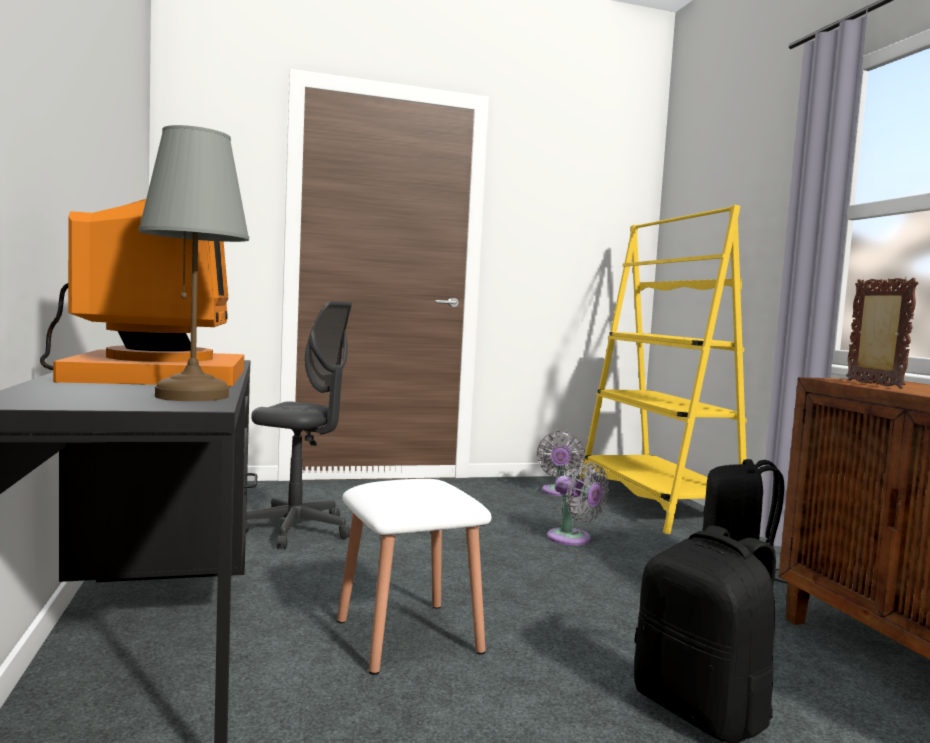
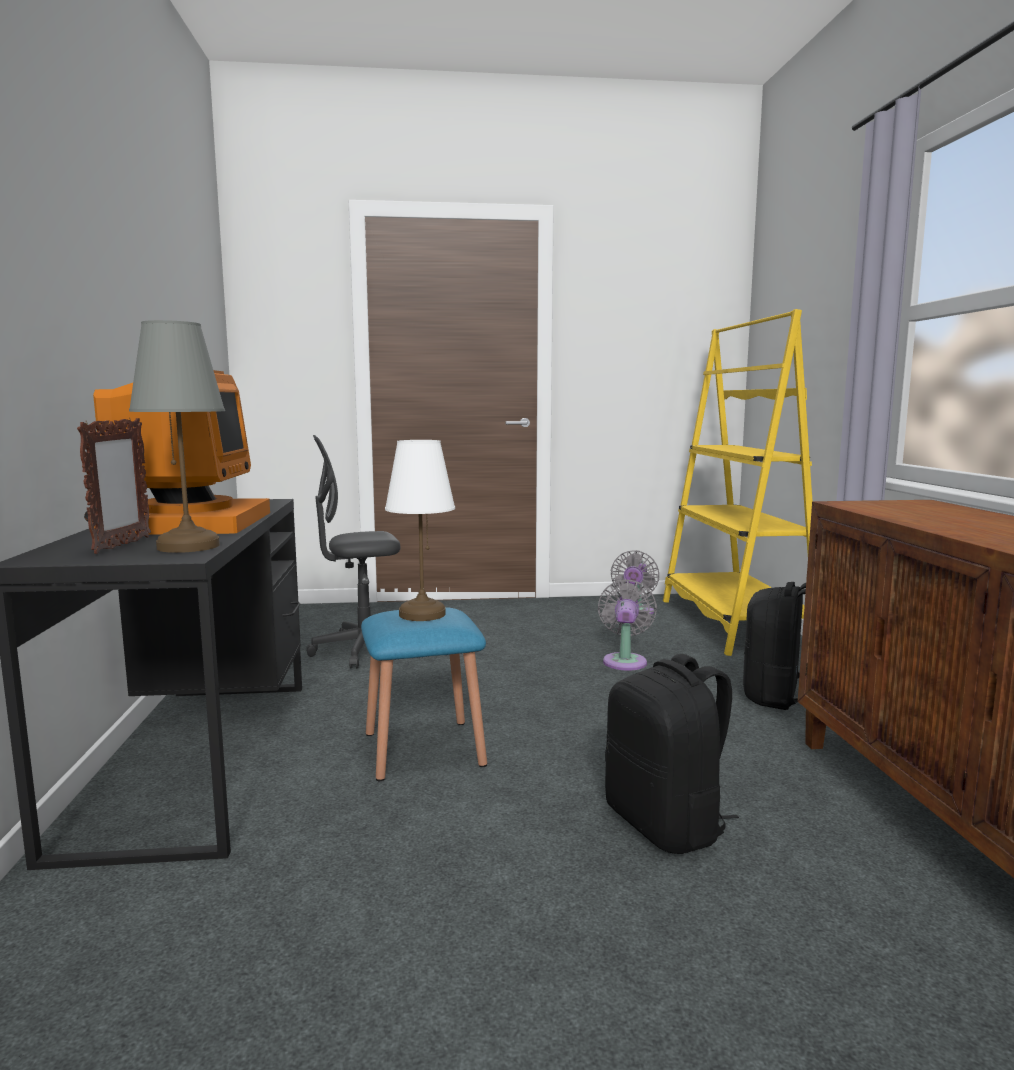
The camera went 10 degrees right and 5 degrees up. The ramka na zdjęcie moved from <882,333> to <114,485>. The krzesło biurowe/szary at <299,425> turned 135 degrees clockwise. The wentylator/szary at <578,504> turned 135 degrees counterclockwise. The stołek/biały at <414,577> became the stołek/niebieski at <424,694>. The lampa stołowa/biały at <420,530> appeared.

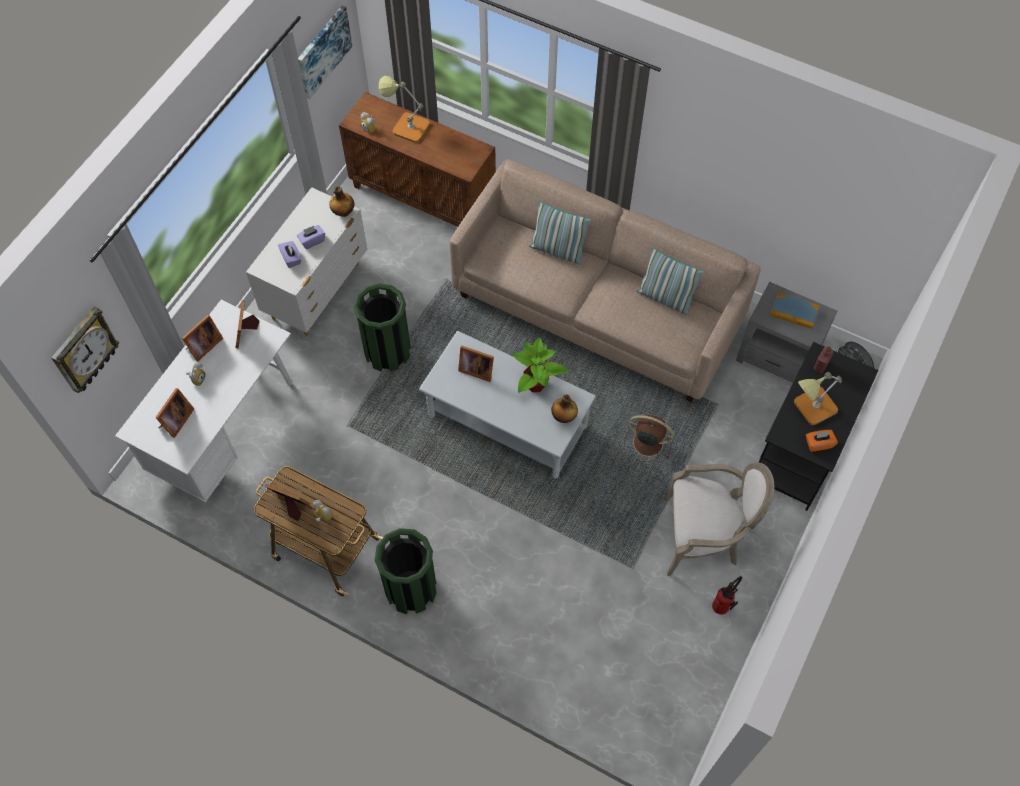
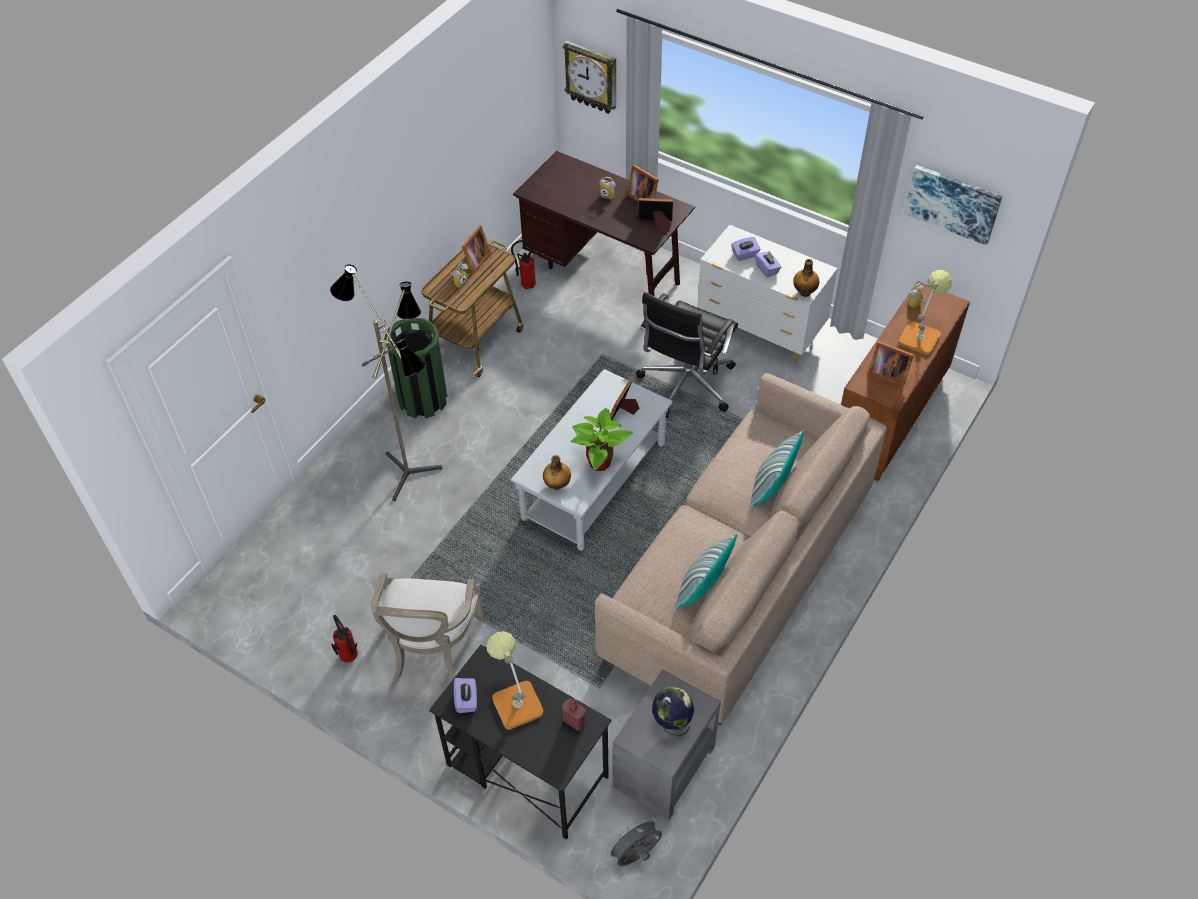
The camera went 95 degrees right and 10 degrees down. The kosz na śmieci/zielony at <382,327> was replaced by the krzesło biurowe/czarny at <687,355>. The książka at <795,310> was replaced by the globus at <673,711>. The biurko/biały at <203,401> became the biurko/brązowy at <604,223>. The ramka na zdjęcie moved from <174,413> to <891,364>. The wentylator/brązowy at <649,438> disappeared. The pudełko chusteczek/pomarańczowy at <822,441> became the pudełko chusteczek/fioletowy at <465,695>. The gaśnica at <523,264> appeared. The lampa stojąca at <386,383> appeared.

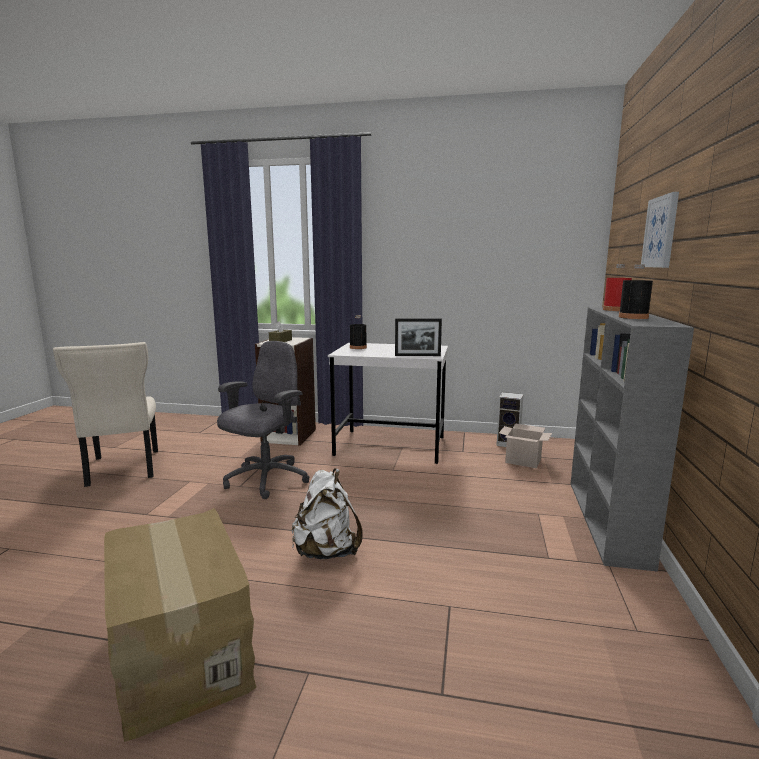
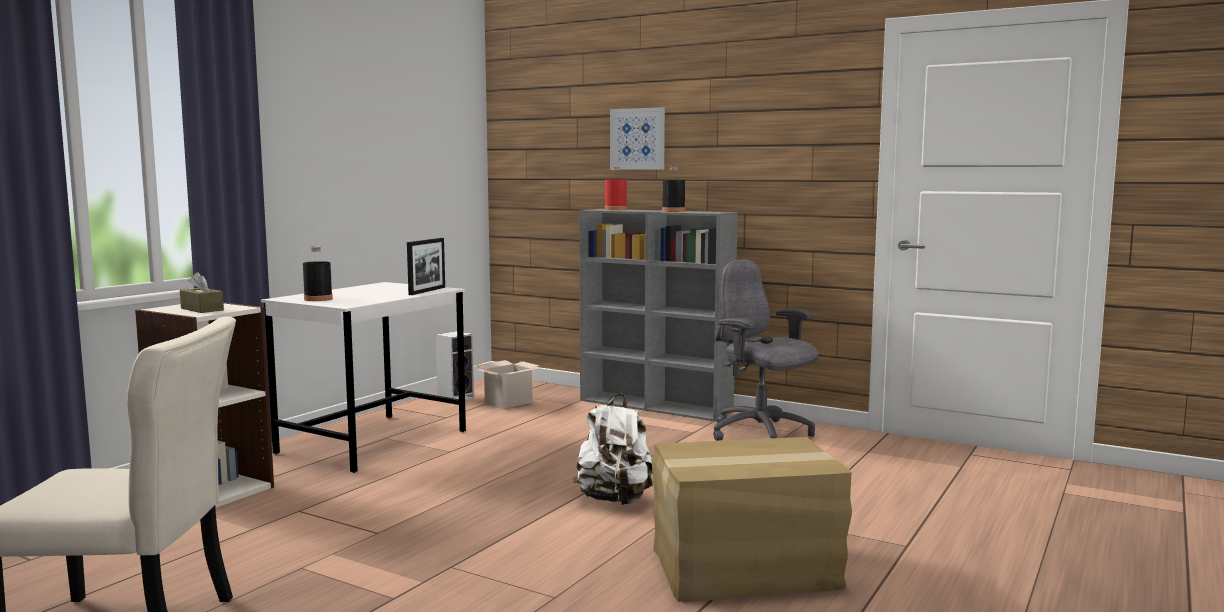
The camera went 70 degrees left and 5 degrees down. The krzesło biurowe/szary moved from <263,420> to <765,350>.

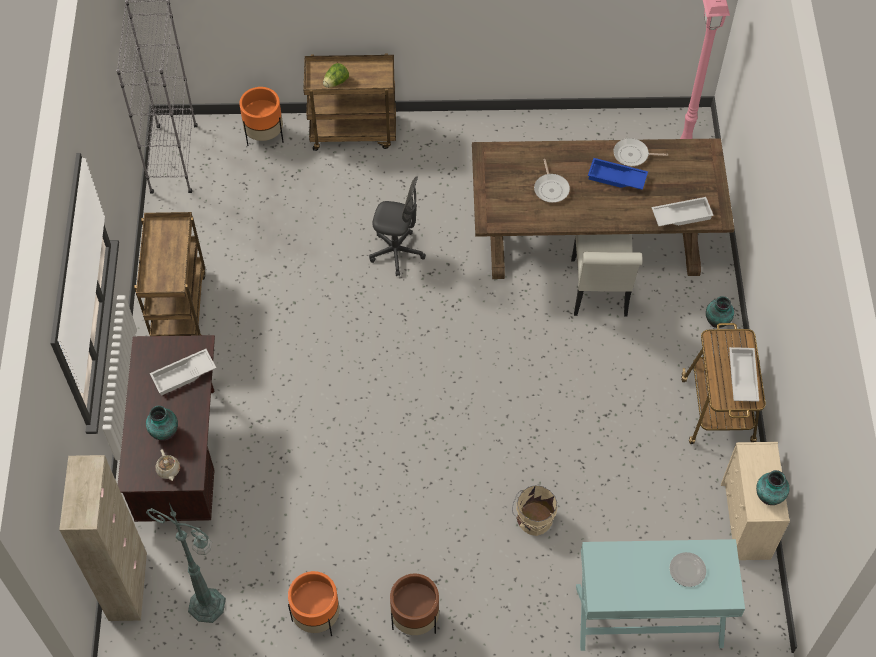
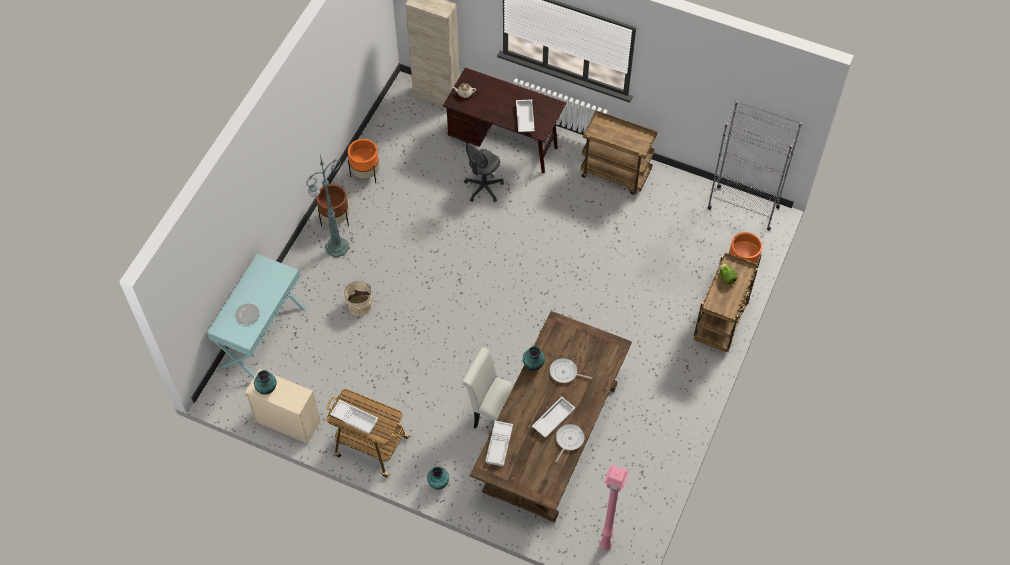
The camera went 115 degrees right and 0 degrees up. The taca/niebieski at <618,174> became the taca/biały at <553,417>. The krzesło biurowe/szary moved from <397,226> to <484,172>. The wazon moved from <162,423> to <534,358>. The lampa stojąca/zielony moved from <186,563> to <328,206>.

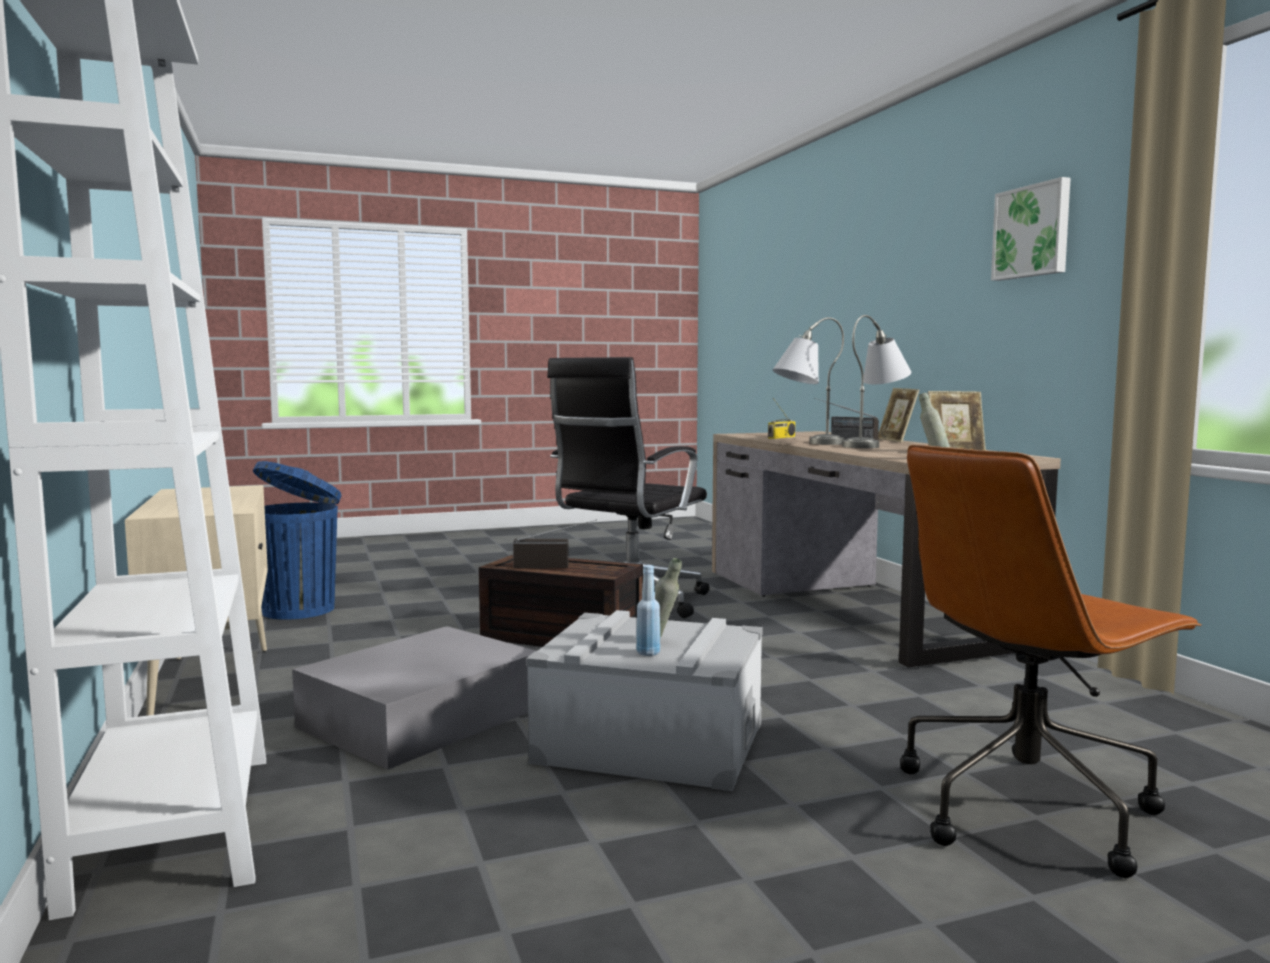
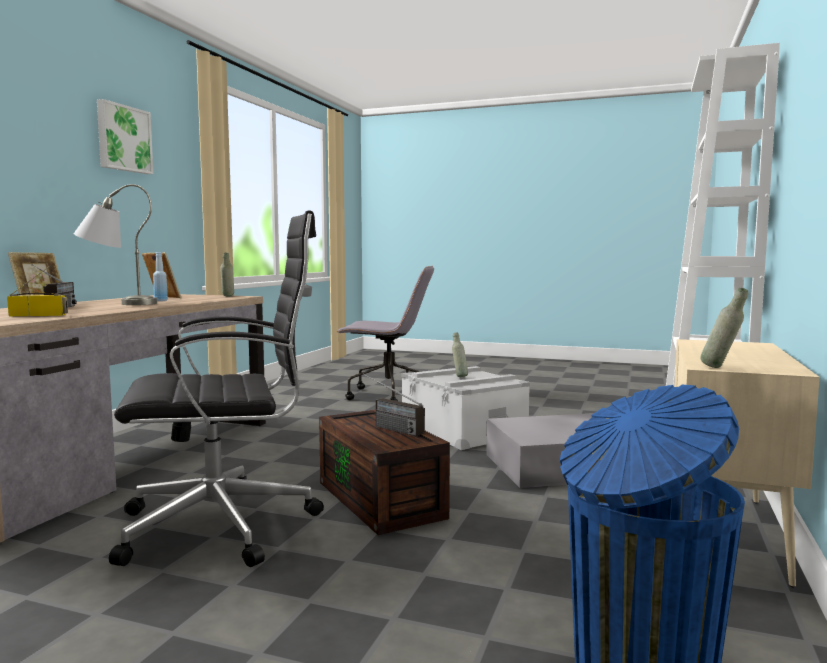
The camera went 140 degrees left and 0 degrees up. The lampa stołowa/szary at <809,381> disappeared. The krzesło biurowe/brązowy at <1051,661> became the krzesło biurowe/szary at <385,333>. The butelka/niebieski moved from <648,610> to <160,276>. The butelka/szary at <724,328> appeared.

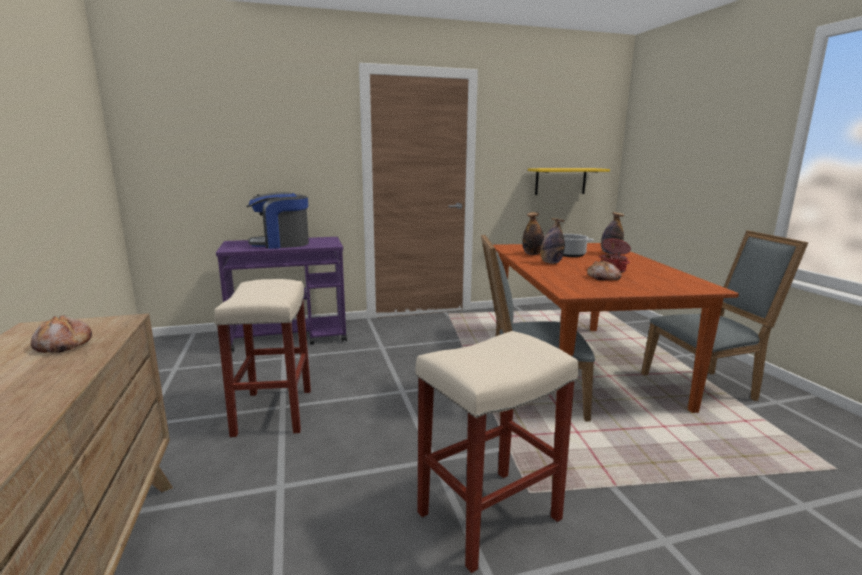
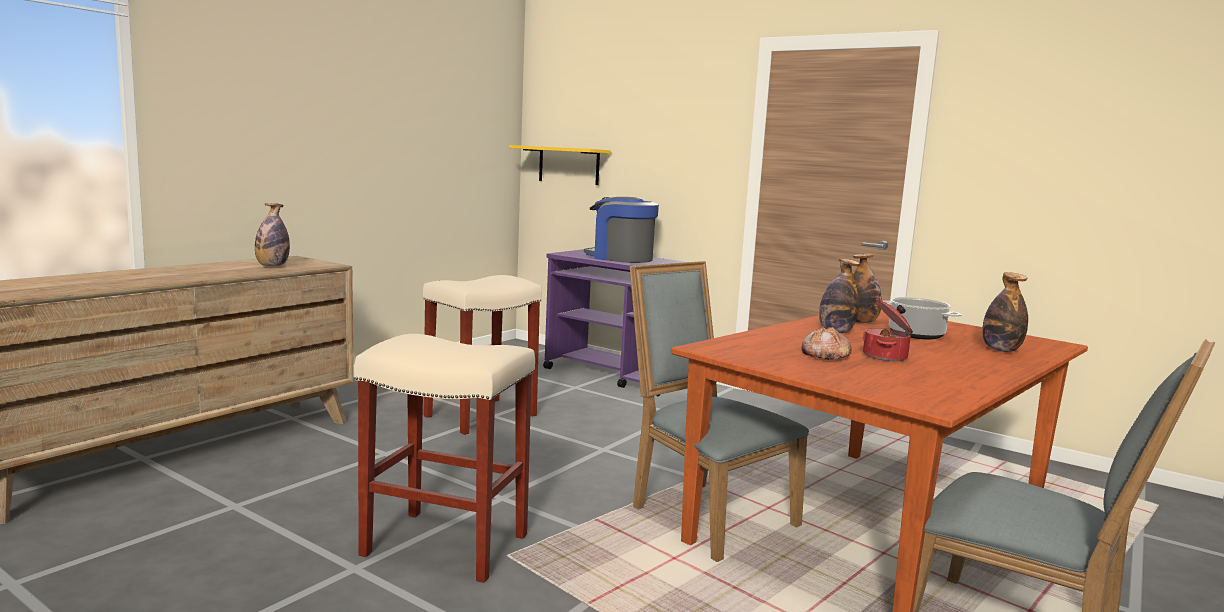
The camera went 50 degrees right and 5 degrees down. The półka/żółty moved from <569,181> to <560,165>. The chleb at <61,334> was replaced by the butelka at <272,234>.

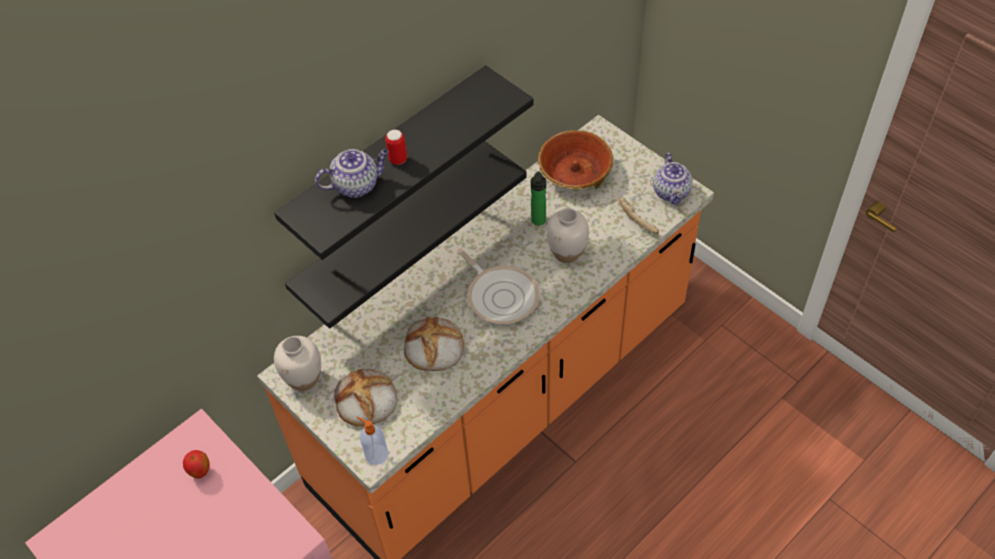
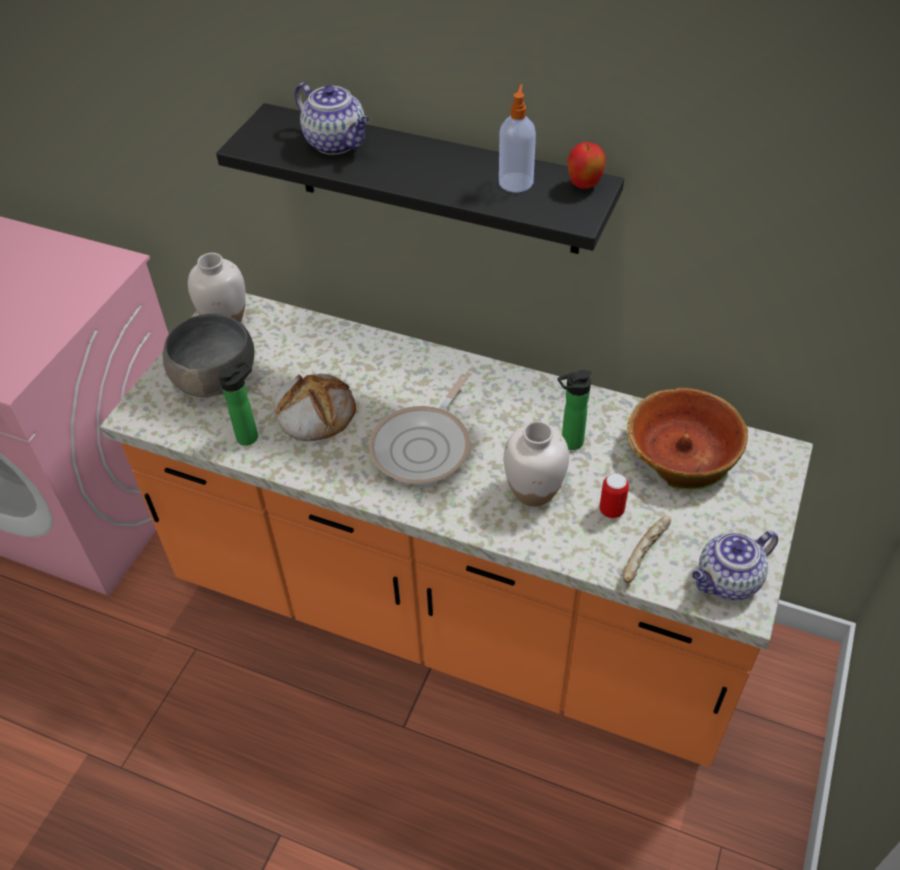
The camera went 65 degrees right and 5 degrees down. The puszka moved from <396,147> to <614,496>. The półka/czarny at <406,235> disappeared. The chleb at <365,397> was replaced by the miska/szary at <209,355>. The dozownik mydła moved from <372,440> to <517,138>. The jabłko moved from <196,464> to <587,165>. The butelka at <238,403> appeared.

